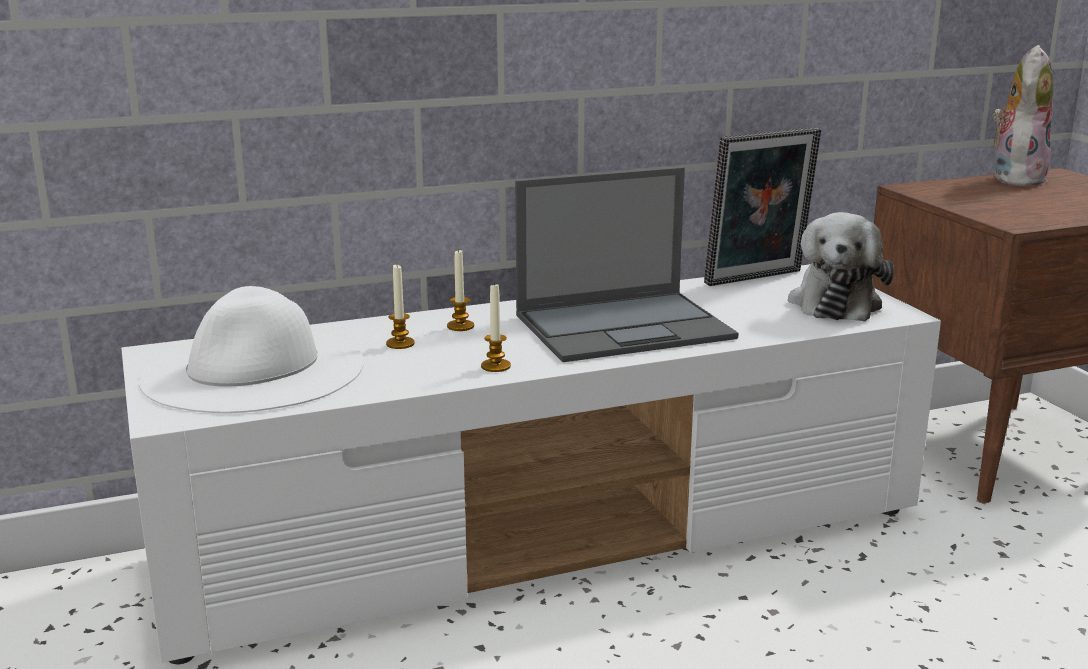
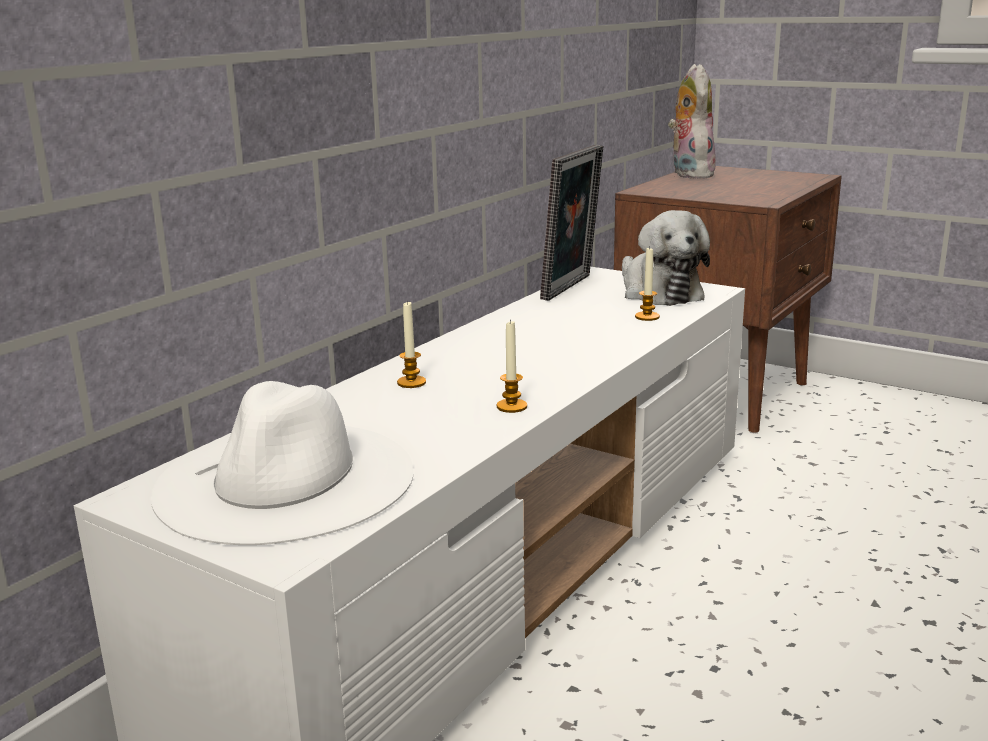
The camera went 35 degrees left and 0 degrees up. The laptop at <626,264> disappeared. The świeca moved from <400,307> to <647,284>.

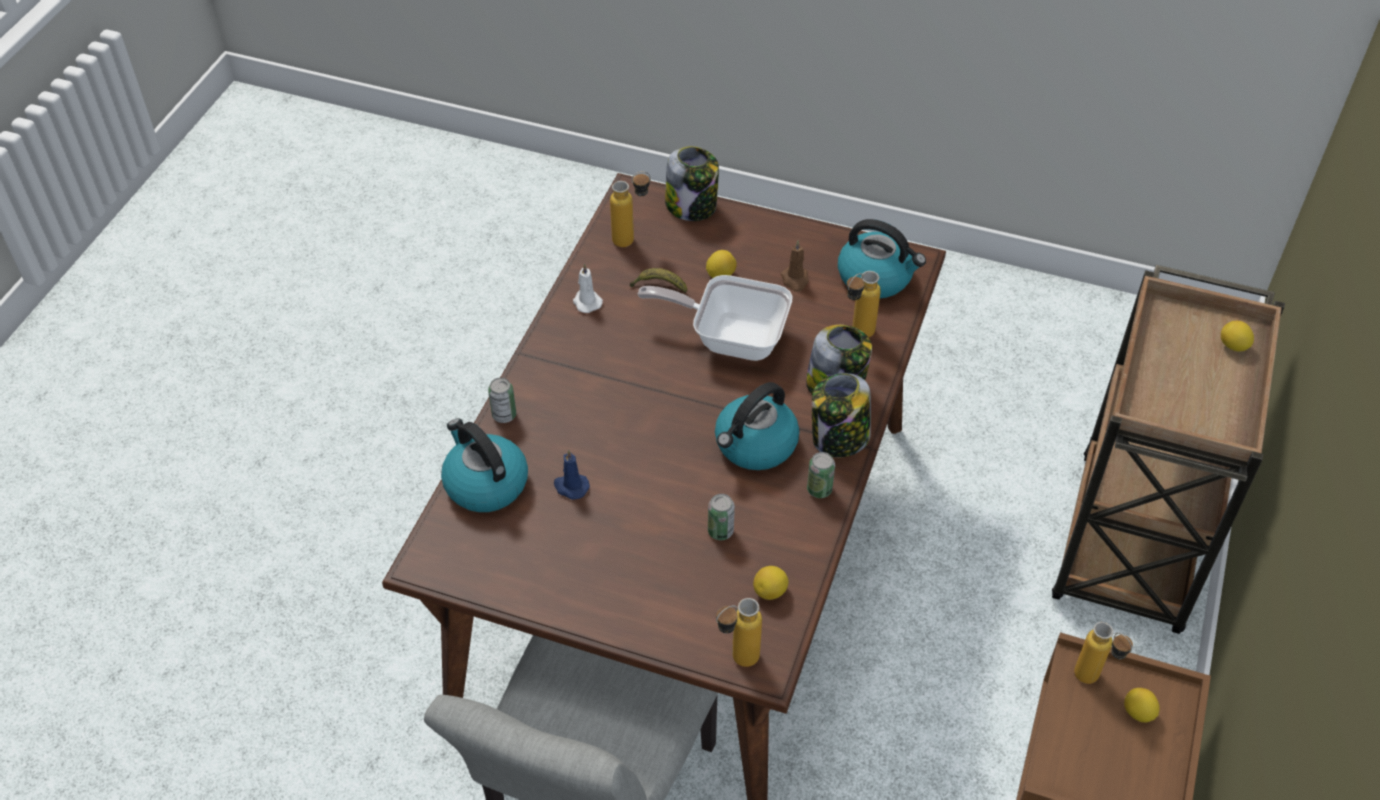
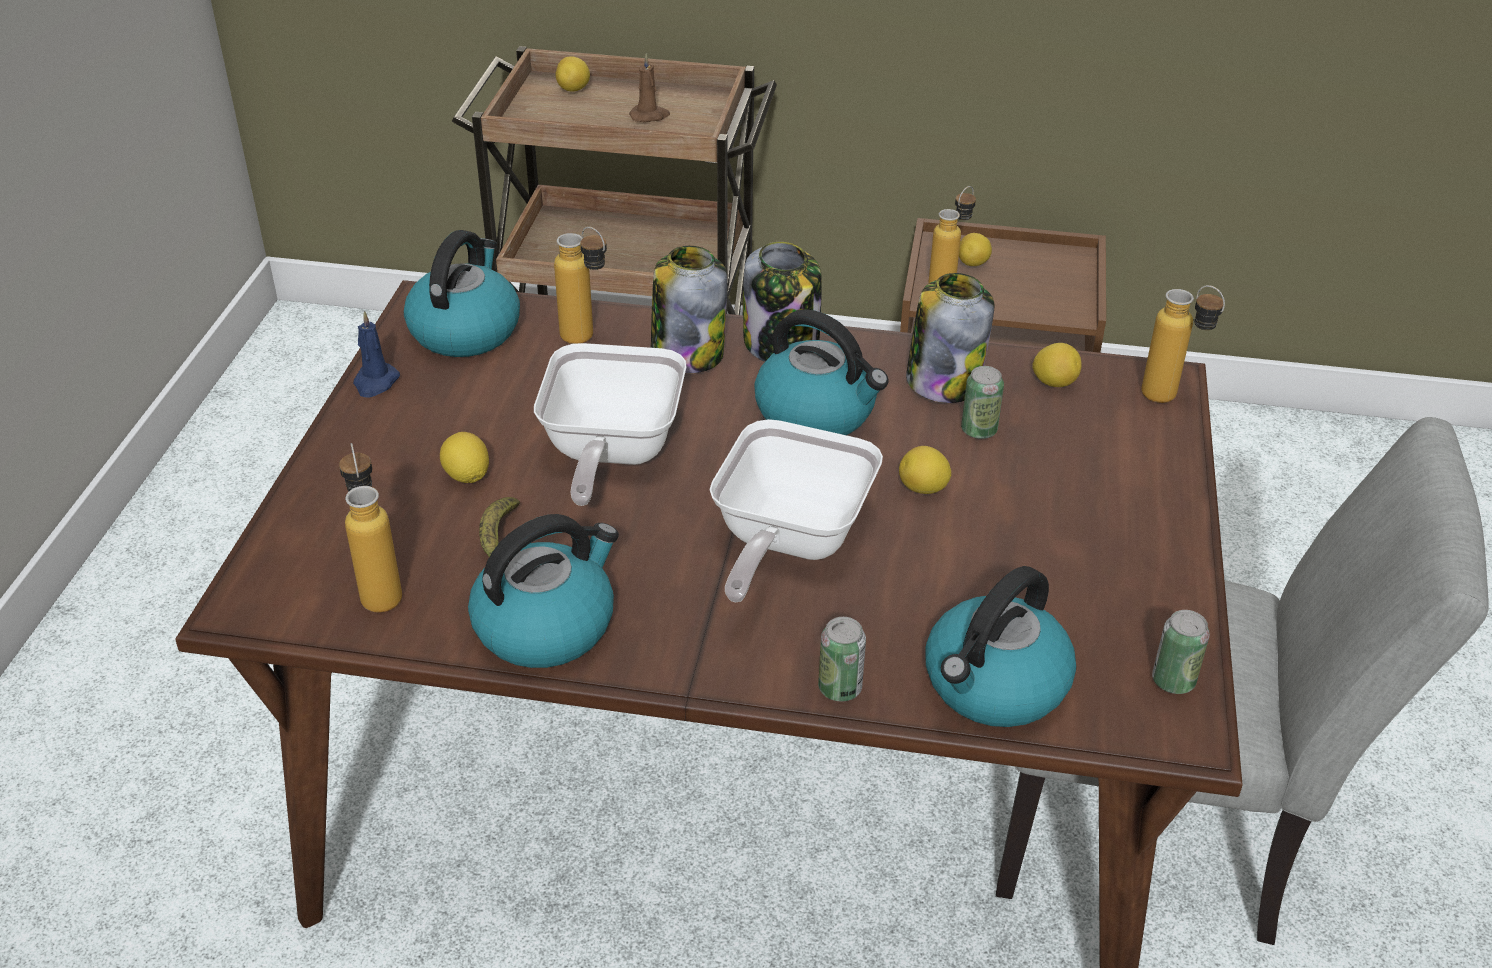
The camera went 100 degrees left and 10 degrees down. The słoik moved from <692,183> to <950,338>. The świeca/brązowy moved from <795,266> to <649,87>. The świeca/biały at <588,288> was replaced by the czajnik at <543,591>. The świeca/niebieski moved from <572,474> to <376,354>. The puszka moved from <821,475> to <1181,652>. The patelnia at <796,510> appeared. The cytryna at <925,470> appeared.

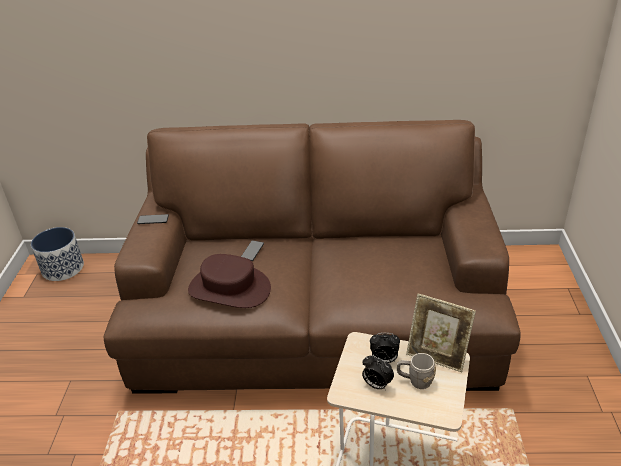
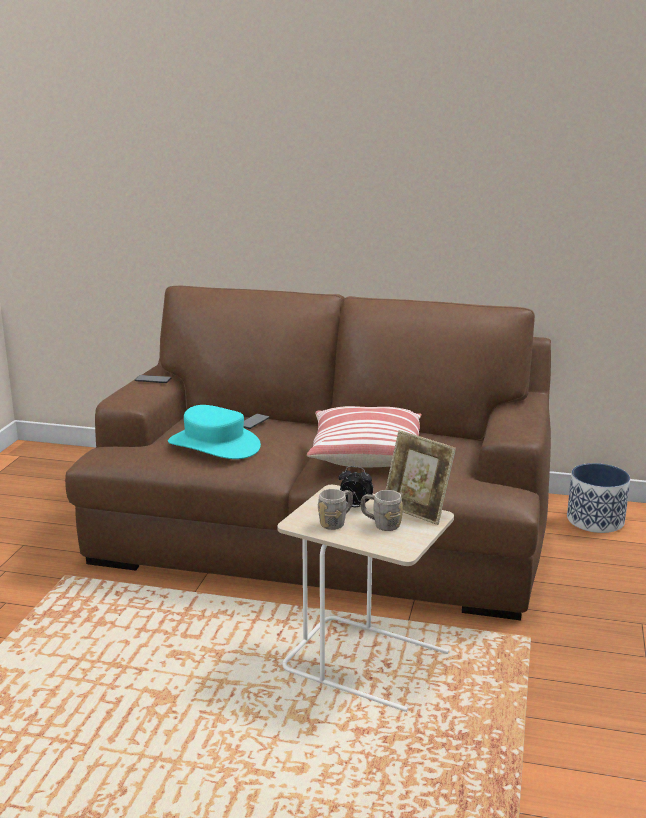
The camera went 10 degrees right and 15 degrees down. The donica moved from <57,254> to <598,498>. The kapelusz/brązowy at <229,281> became the kapelusz/turkusowy at <214,432>. The budzik at <378,372> was replaced by the kubek/szary at <335,509>. The poduszka at <364,437> appeared.

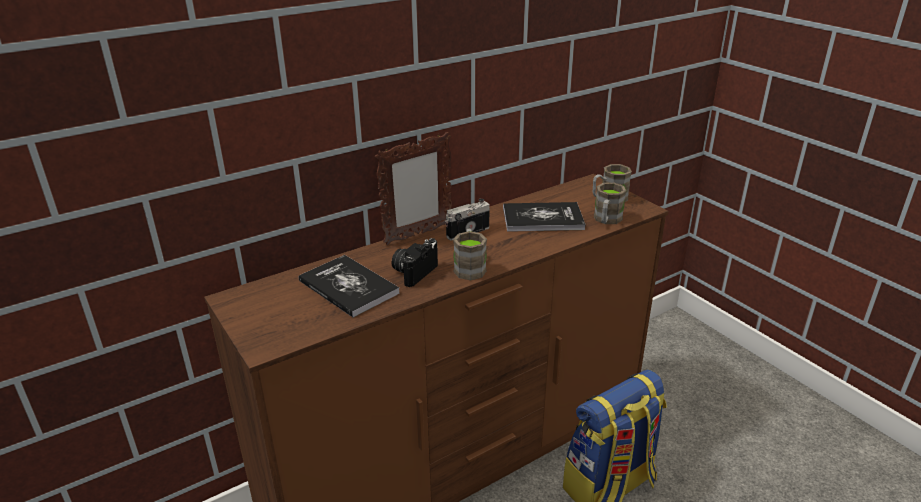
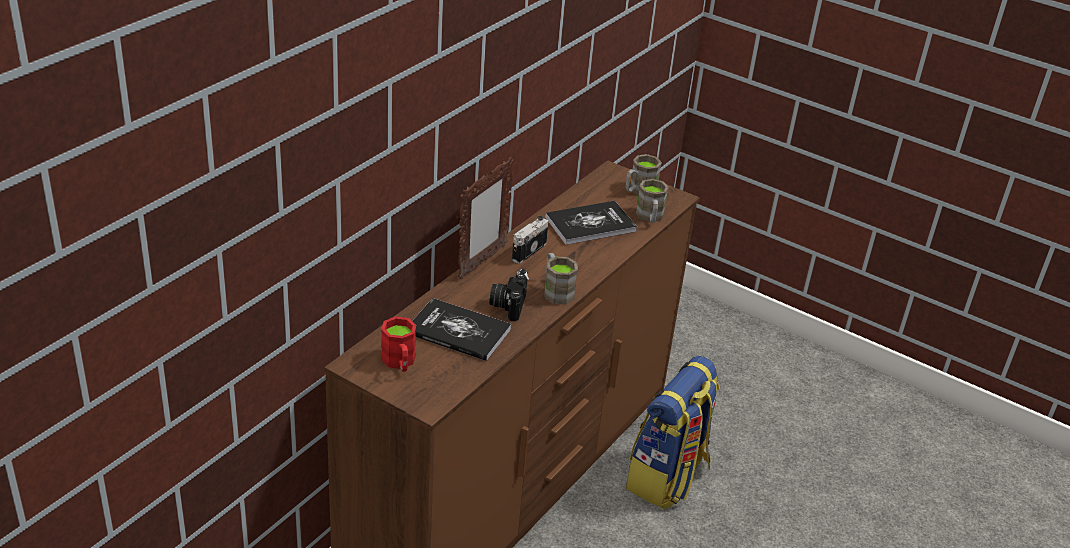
The camera went 25 degrees left and 5 degrees up. The kubek/czerwony at <398,344> appeared.

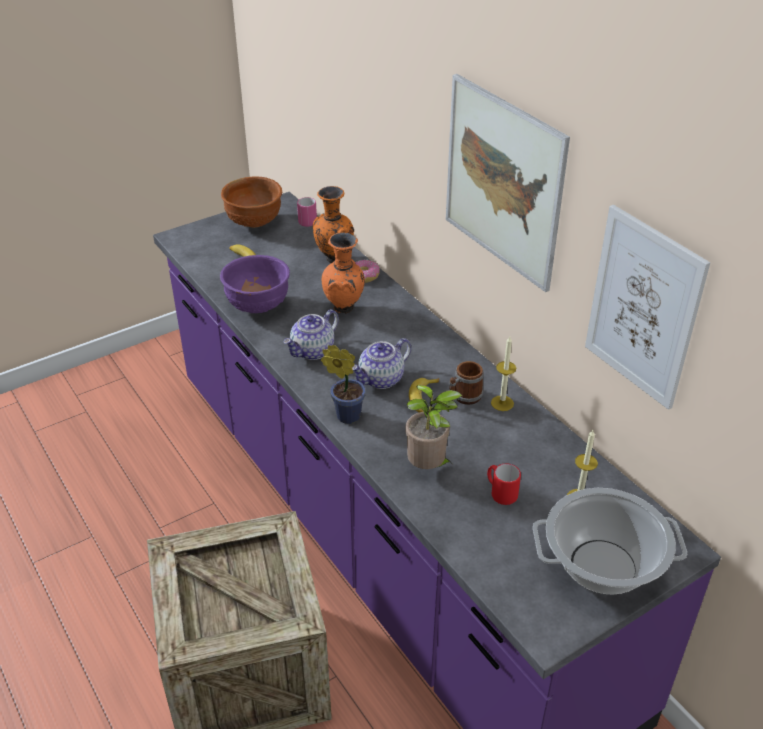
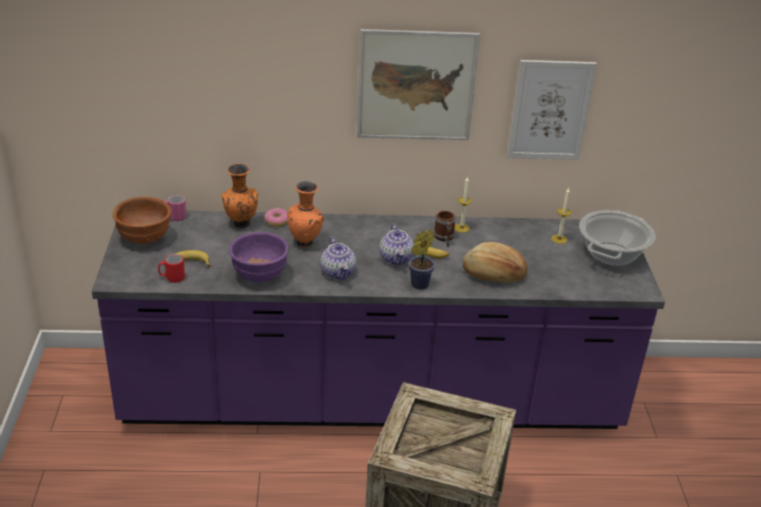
The camera went 60 degrees left and 5 degrees down. The roślina doniczkowa at <433,427> was replaced by the chleb at <495,262>. The kubek/czerwony moved from <504,484> to <171,268>.

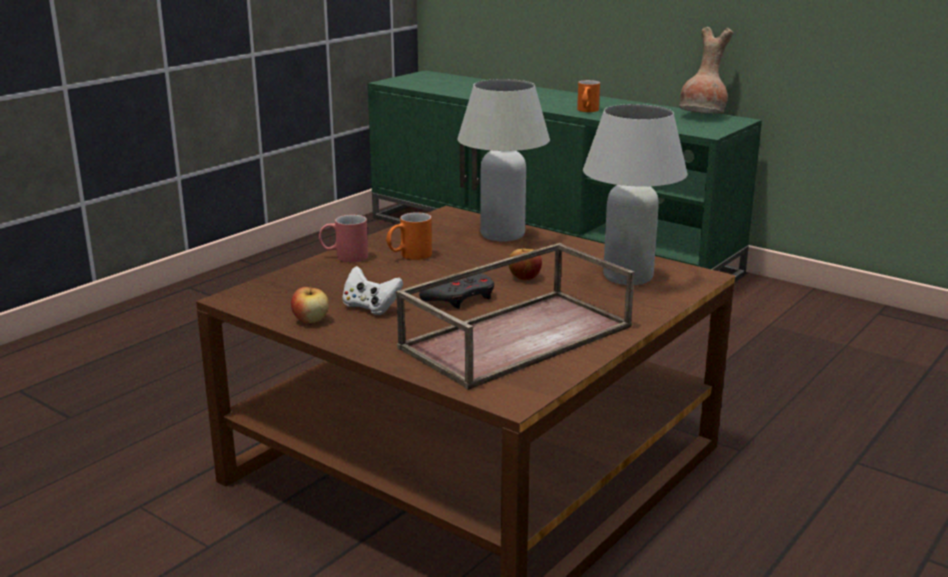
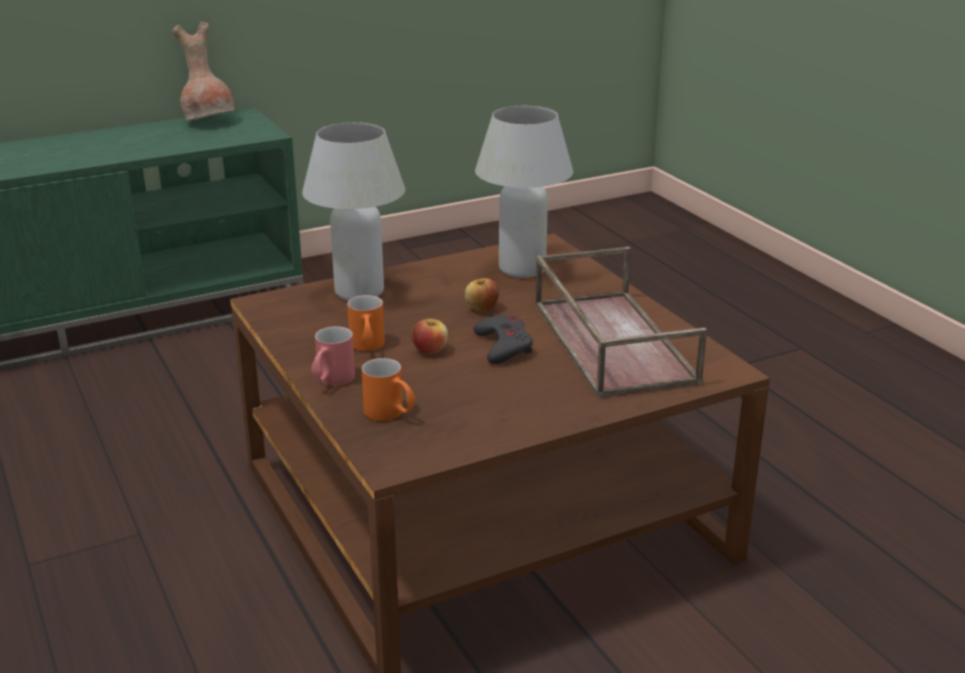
The camera went 65 degrees left and 5 degrees up. The kubek/pomarańczowy moved from <588,96> to <388,389>. The pad do gier/biały at <372,290> disappeared. The jabłko moved from <310,303> to <429,335>.

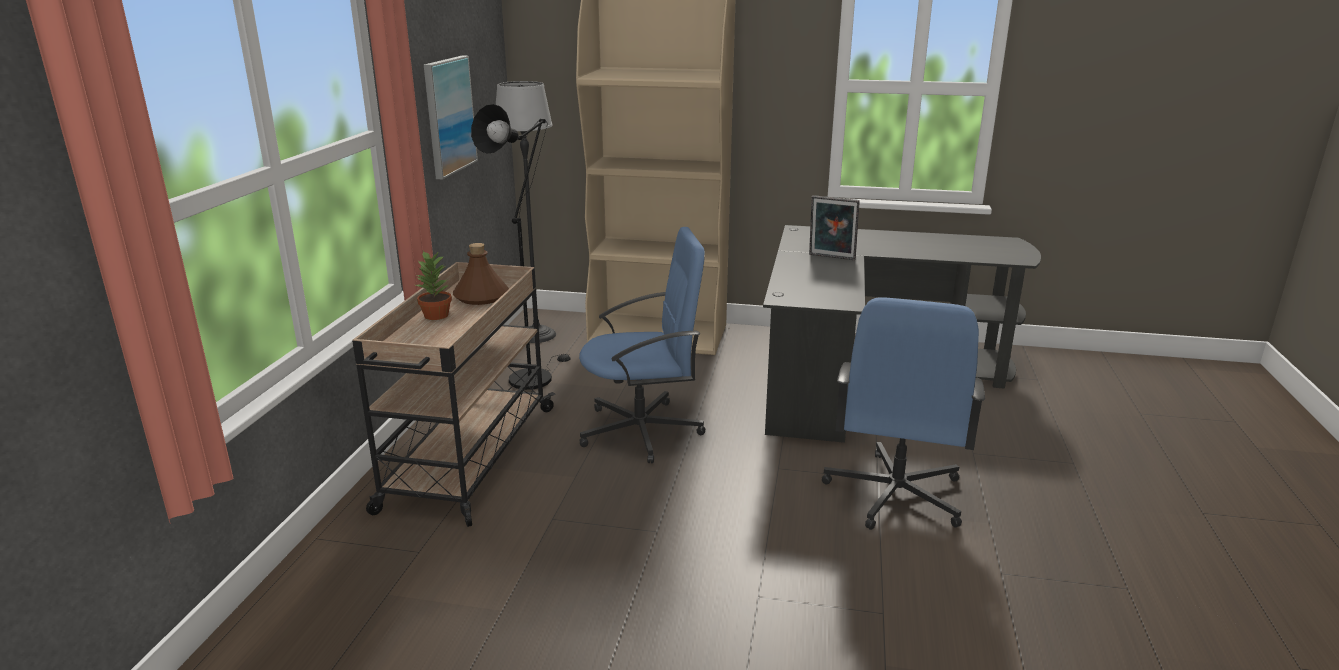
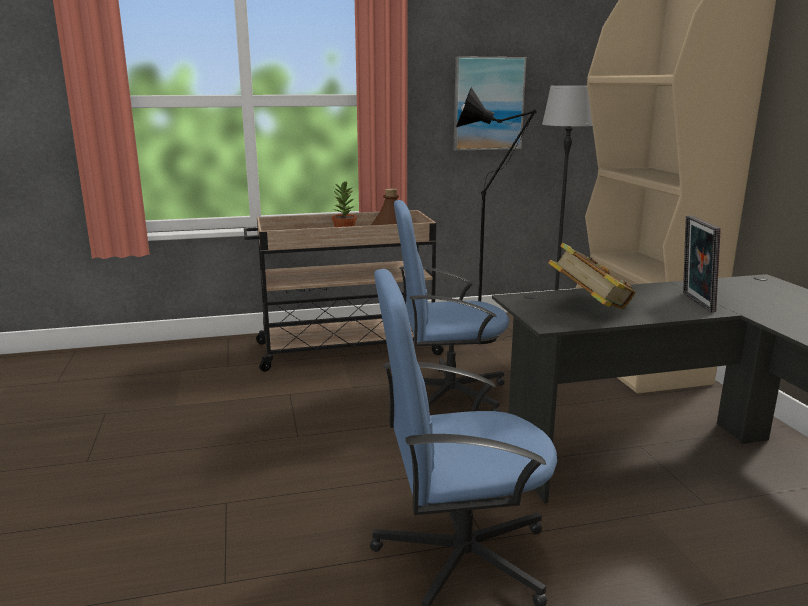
The camera went 65 degrees right and 5 degrees down. The krzesło biurowe/niebieski at <642,345> turned 120 degrees clockwise. The książka at <592,276> appeared.

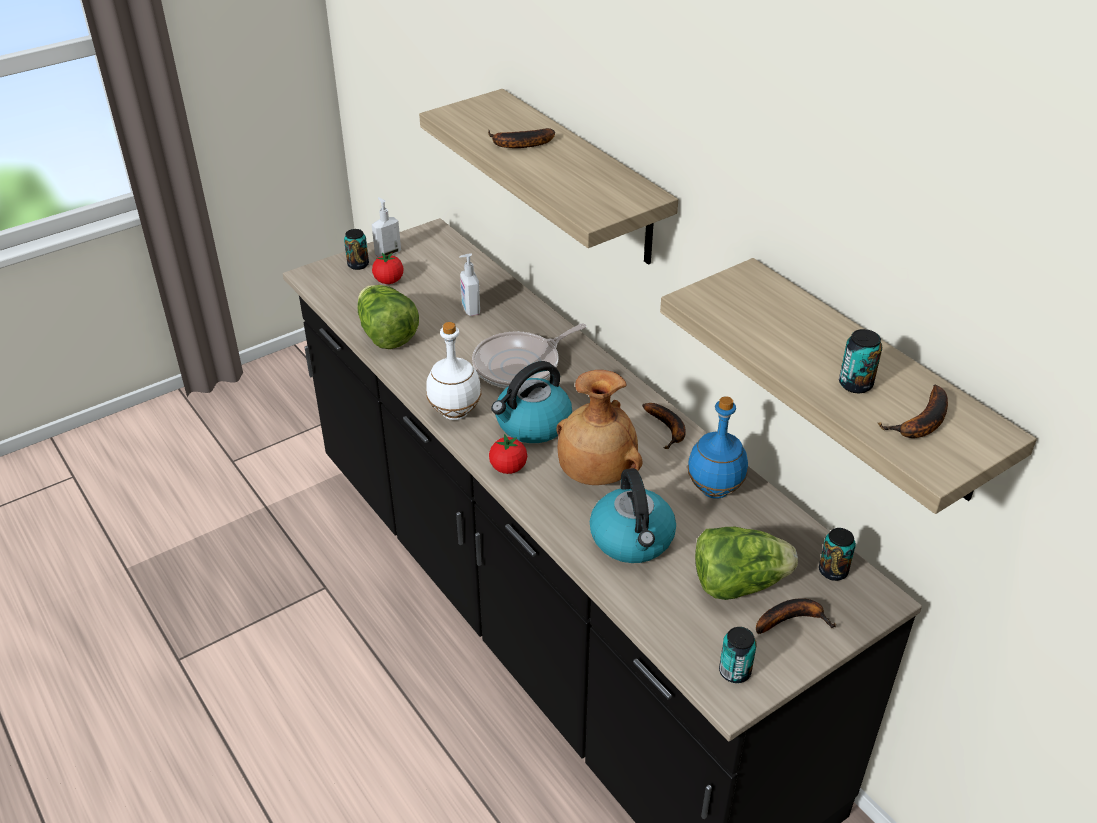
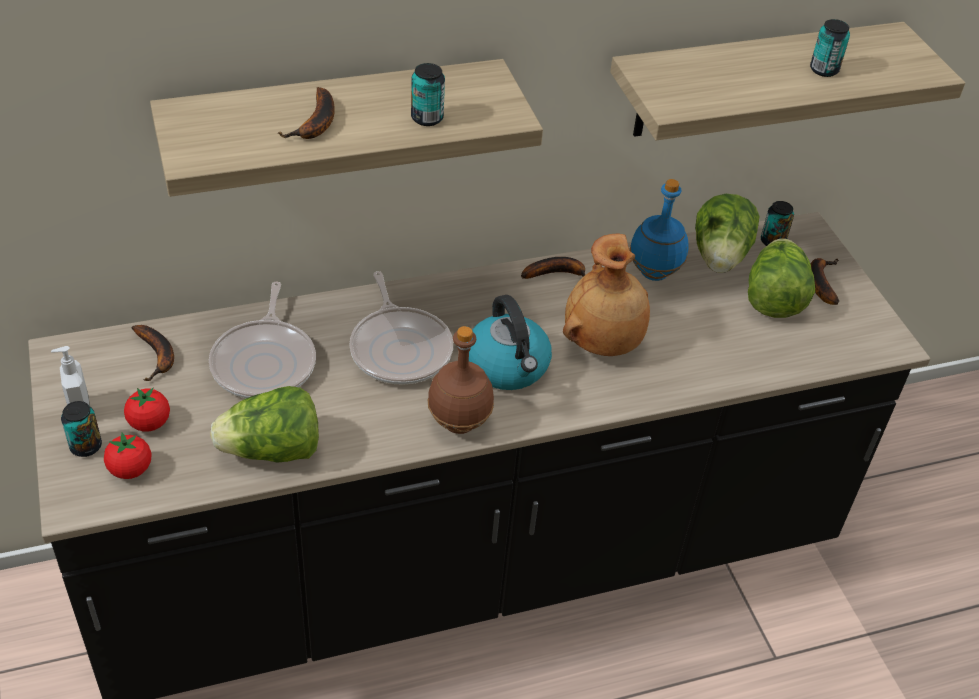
The camera went 75 degrees left and 5 degrees up. The dozownik mydła at <469,284> was replaced by the patelnia at <262,339>. The butelka/biały at <453,371> became the butelka/brązowy at <461,380>. The banan moved from <913,411> to <152,353>. The pomidor moved from <508,454> to <128,455>. The czajnik at <633,515> disappeared. The puszka moved from <738,655> to <428,94>. The sałata at <727,233> appeared.

